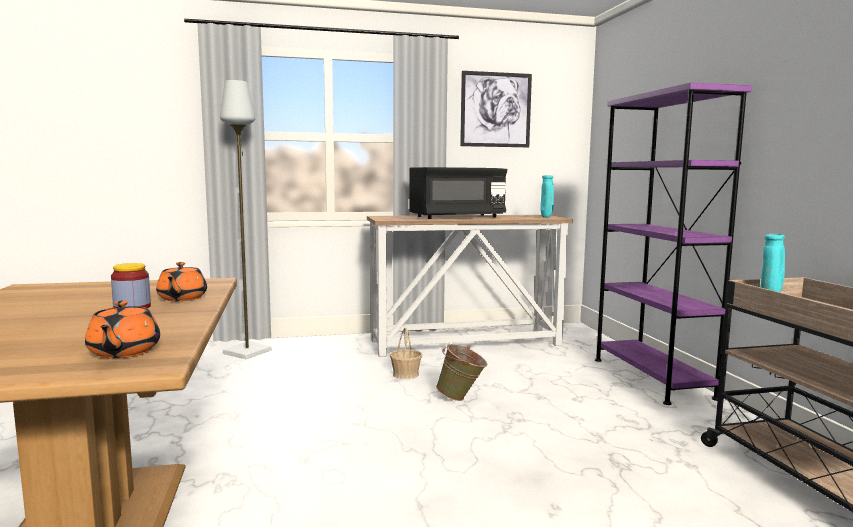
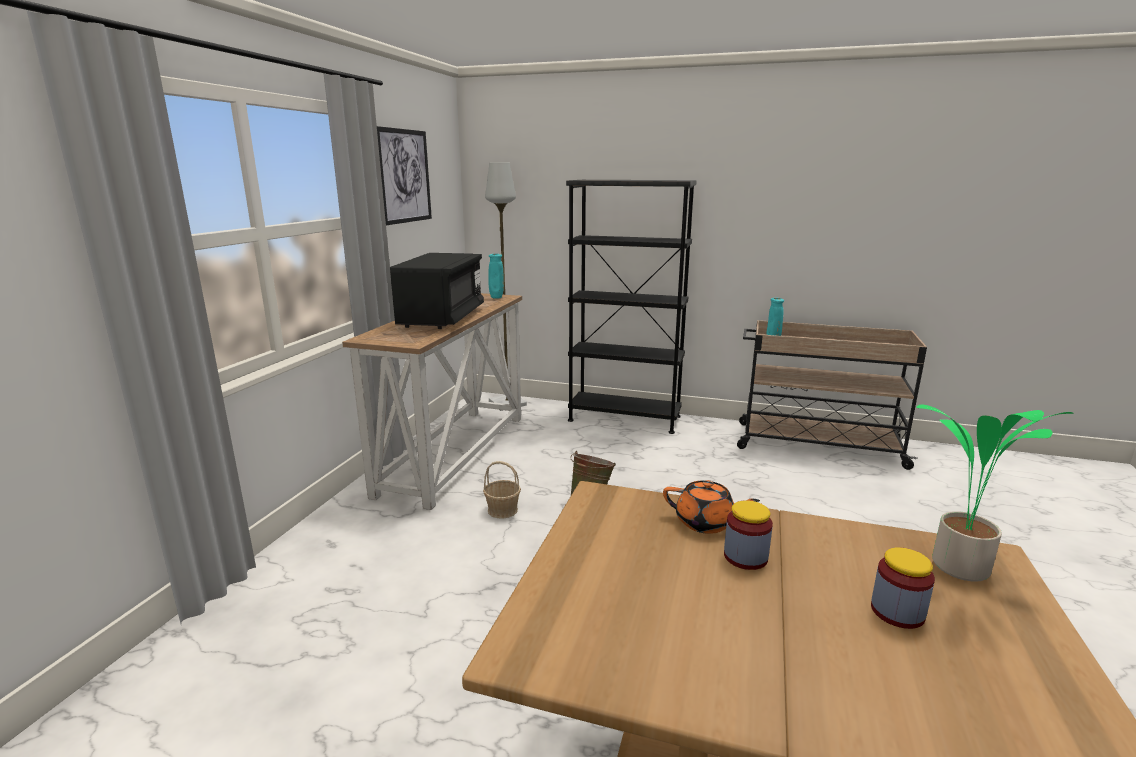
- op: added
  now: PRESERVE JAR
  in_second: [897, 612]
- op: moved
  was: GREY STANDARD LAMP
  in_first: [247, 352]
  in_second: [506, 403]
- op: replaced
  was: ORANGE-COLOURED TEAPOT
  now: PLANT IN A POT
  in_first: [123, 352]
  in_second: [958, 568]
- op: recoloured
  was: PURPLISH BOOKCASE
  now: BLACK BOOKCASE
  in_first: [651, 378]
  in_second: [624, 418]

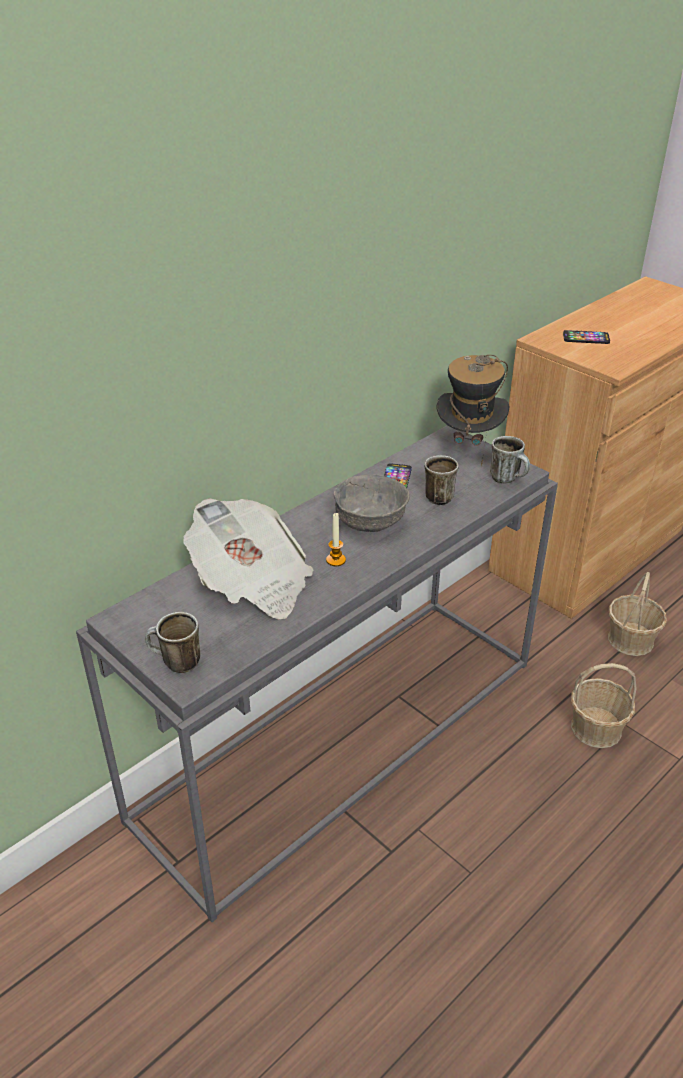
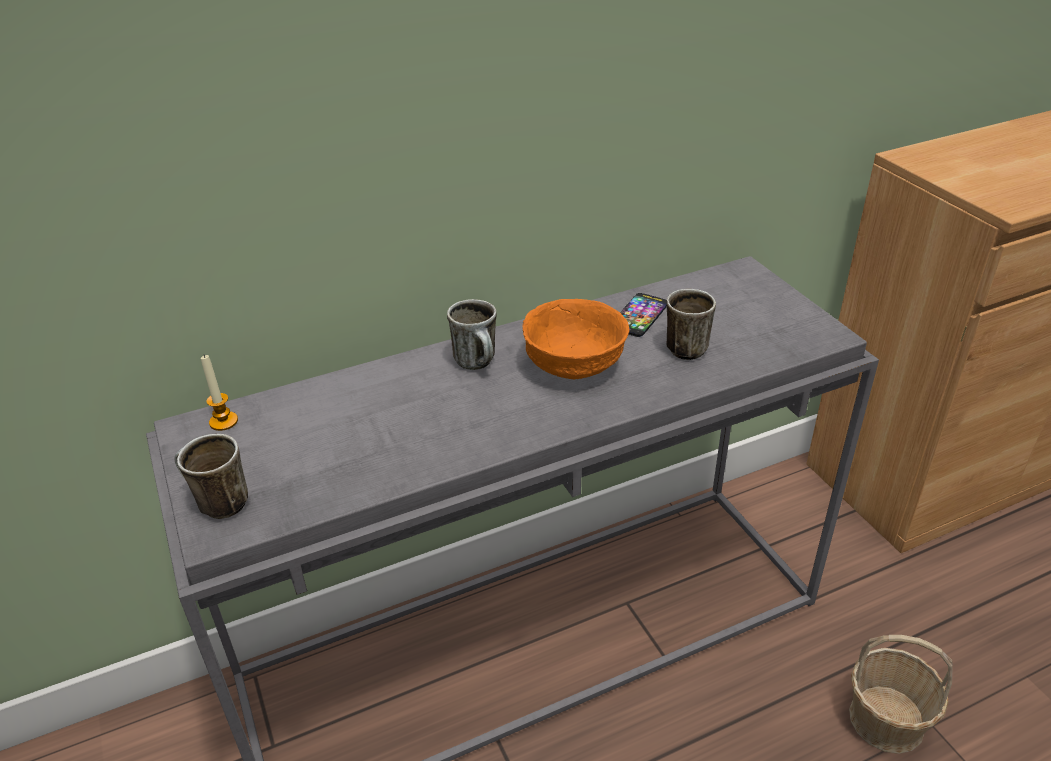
- op: removed
  was: DAILY PAPER
  in_first: [252, 583]
- op: removed
  was: WEARABLE HAT
  in_first: [468, 445]
- op: removed
  was: HANDSET
  in_first: [586, 338]
- op: removed
  was: BASKET
  in_first: [631, 639]
- op: moved
  was: CANDLE
  in_first: [336, 560]
  in_second: [223, 421]
- op: moved
  was: MUG
  in_first: [508, 479]
  in_second: [479, 364]
- op: recoloured
  was: GREY BOWL
  now: ORANGE-COLOURED BOWL
  in_first: [369, 523]
  in_second: [573, 367]

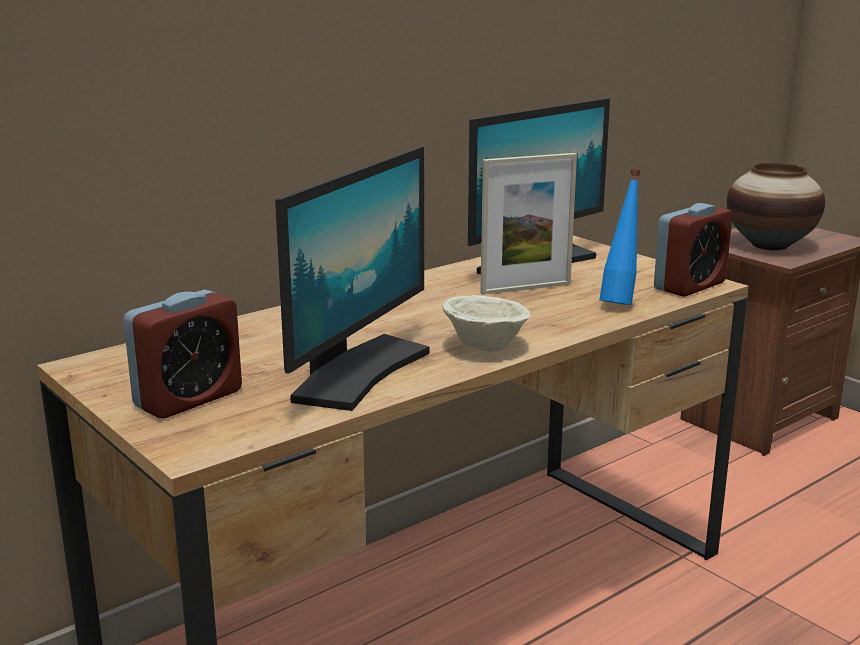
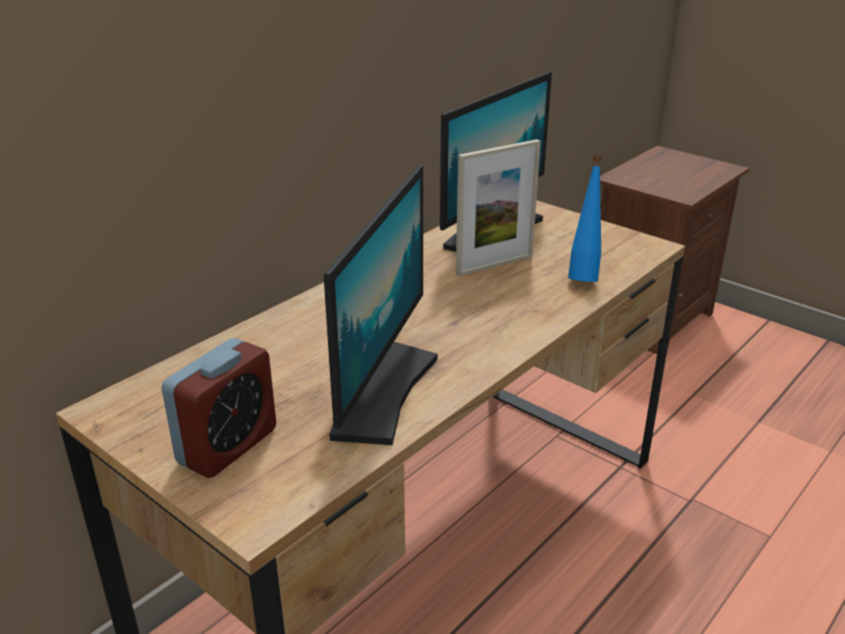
- op: removed
  was: BEIGE BOWL
  in_first: [484, 347]
- op: removed
  was: ALARM CLOCK
  in_first: [689, 286]
- op: removed
  was: FLOWER VASE
  in_first: [770, 245]

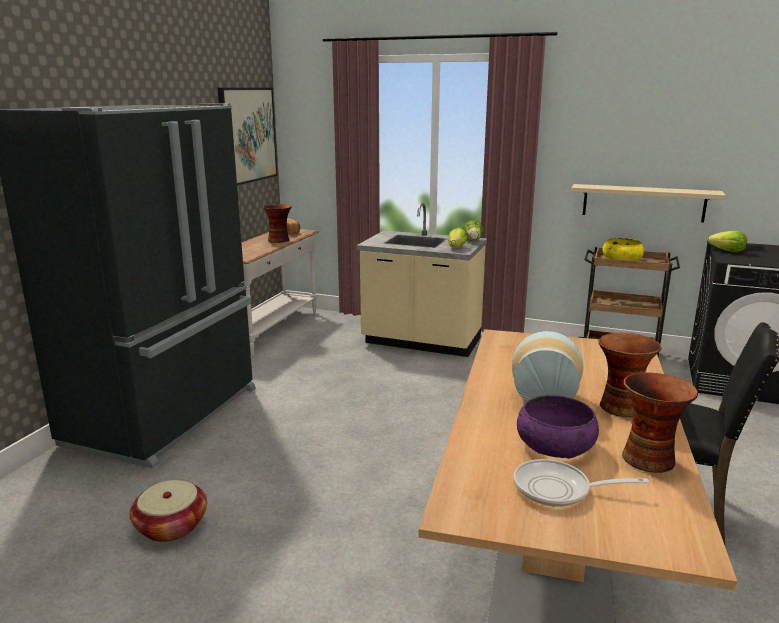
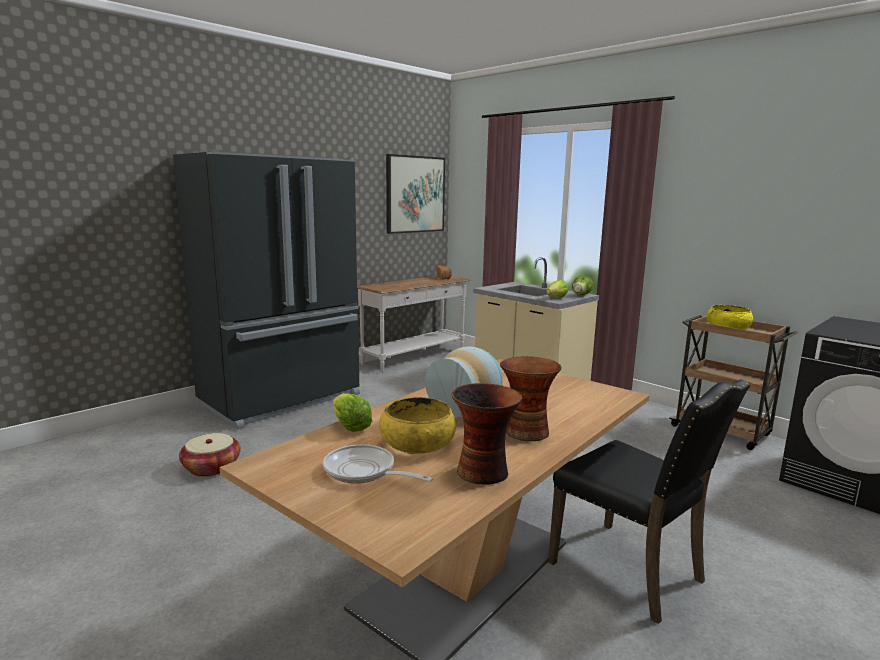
- op: removed
  was: FLOWER VASE
  in_first: [279, 240]
- op: removed
  was: BEIGE WALL SHELF
  in_first: [643, 202]
- op: moved
  was: HEAD OF LETTUCE
  in_first: [727, 251]
  in_second: [350, 427]
- op: recoloured
  was: PURPLISH BOWL
  now: YELLOW BOWL
  in_first: [555, 444]
  in_second: [417, 443]

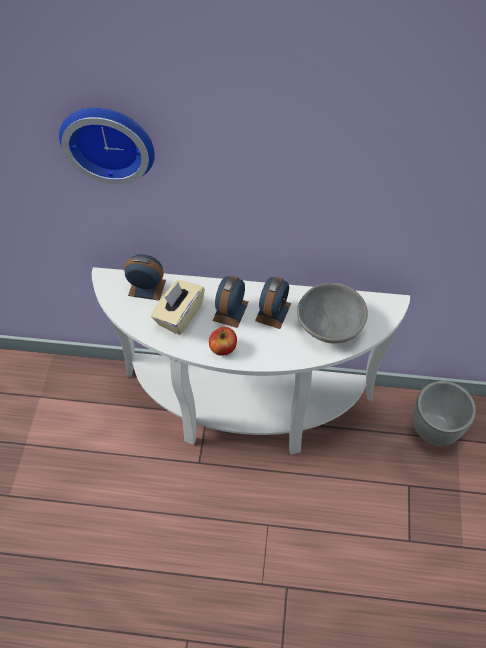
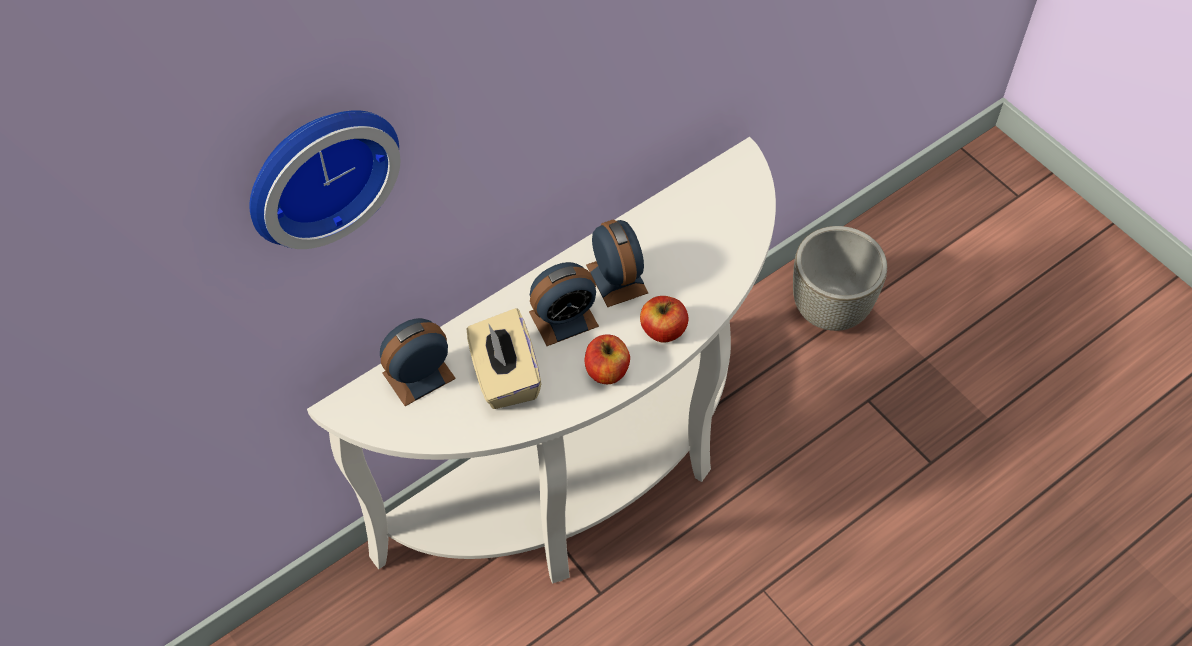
- op: removed
  was: GREY BOWL
  in_first: [329, 325]
- op: added
  now: APPLE FRUIT
  in_second: [663, 330]
- op: turned
  was: ALARM CLOCK
  in_first: [230, 311]
  in_second: [563, 319]
  clockwise: -90

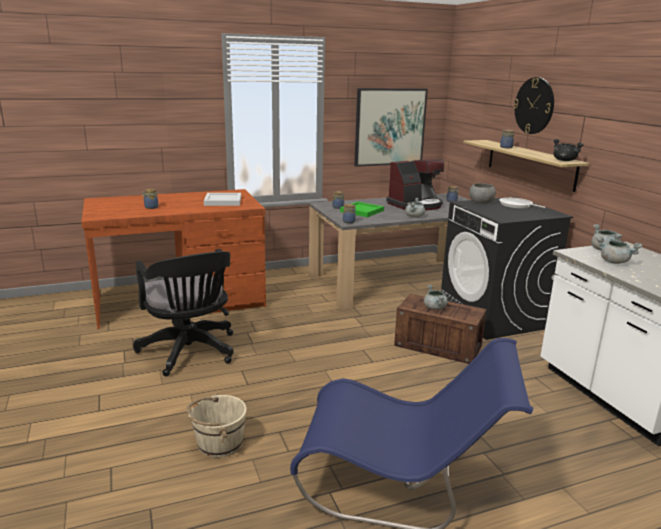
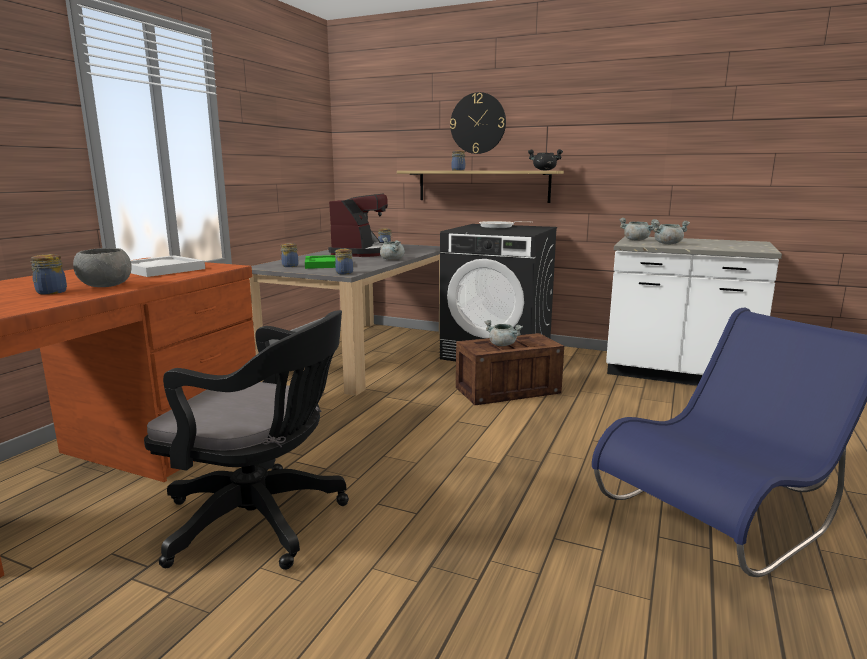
- op: removed
  was: BEIGE BUCKET
  in_first: [219, 443]
- op: removed
  was: WALL ART
  in_first: [389, 127]
- op: moved
  was: GREY BOWL
  in_first: [481, 202]
  in_second: [106, 285]

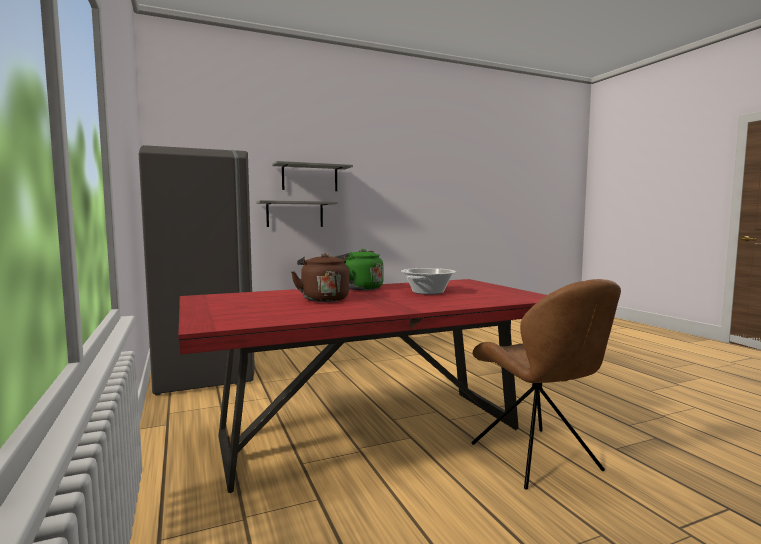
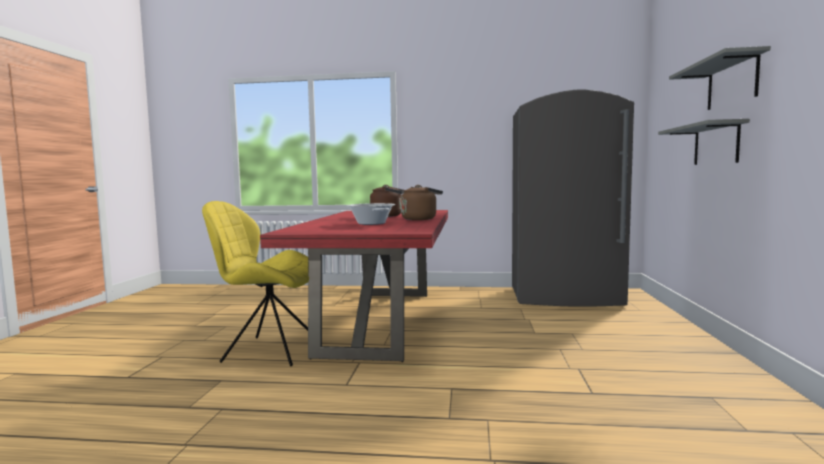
- op: recoloured
  was: GREENISH TEA KETTLE
  now: BROWN-COLOURED TEA KETTLE
  in_first: [359, 288]
  in_second: [420, 219]
- op: recoloured
  was: BROWN-COLOURED CHAIR
  now: YELLOW CHAIR
  in_first: [537, 459]
  in_second: [269, 350]

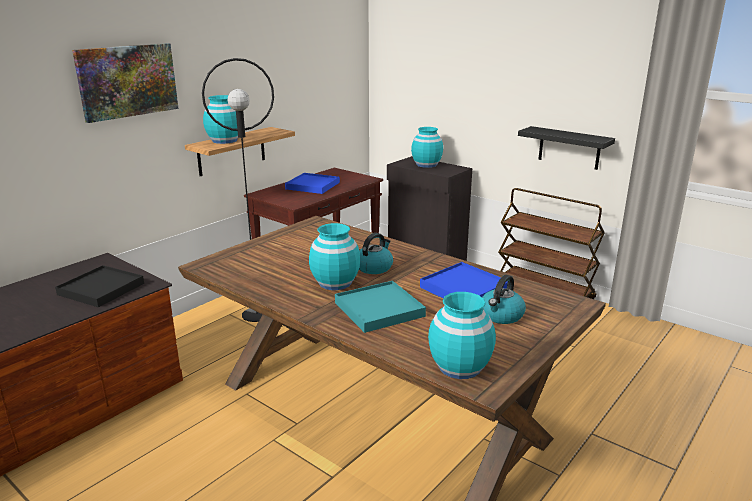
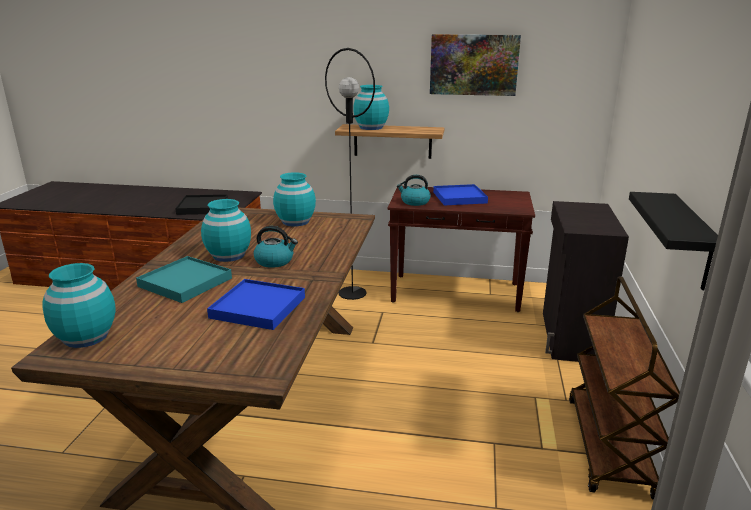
- op: moved
  was: WALL ART
  in_first: [127, 81]
  in_second: [473, 65]
- op: moved
  was: BLUE-GREEN FLOWER VASE
  in_first: [426, 164]
  in_second: [295, 221]
- op: moved
  was: TEA KETTLE
  in_first: [501, 316]
  in_second: [414, 202]

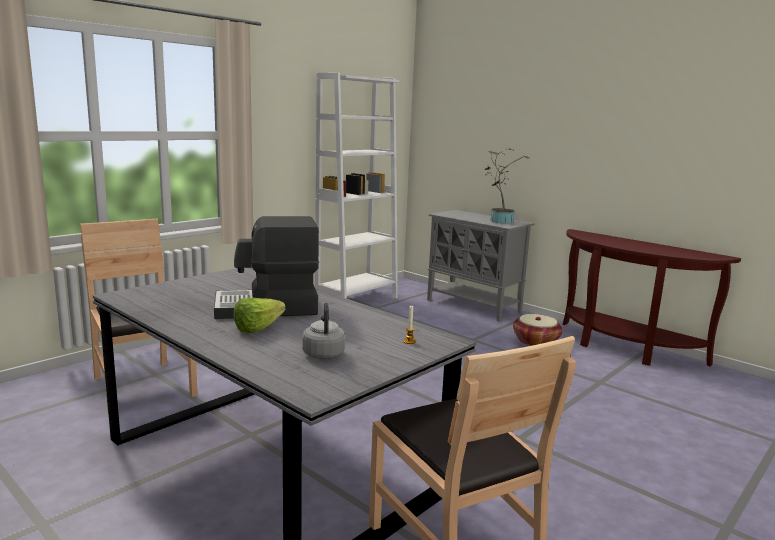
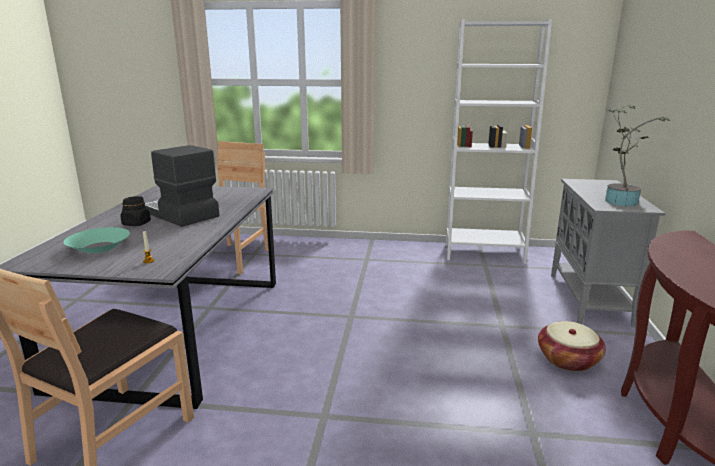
- op: replaced
  was: HEAD OF LETTUCE
  now: BLACK PRESERVE JAR
  in_first: [262, 328]
  in_second: [136, 223]
- op: replaced
  was: GREY TEA KETTLE
  now: BLUE-GREEN BOWL
  in_first: [323, 353]
  in_second: [99, 247]

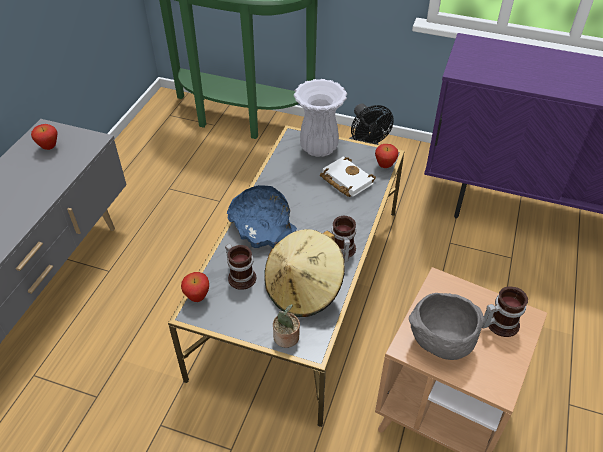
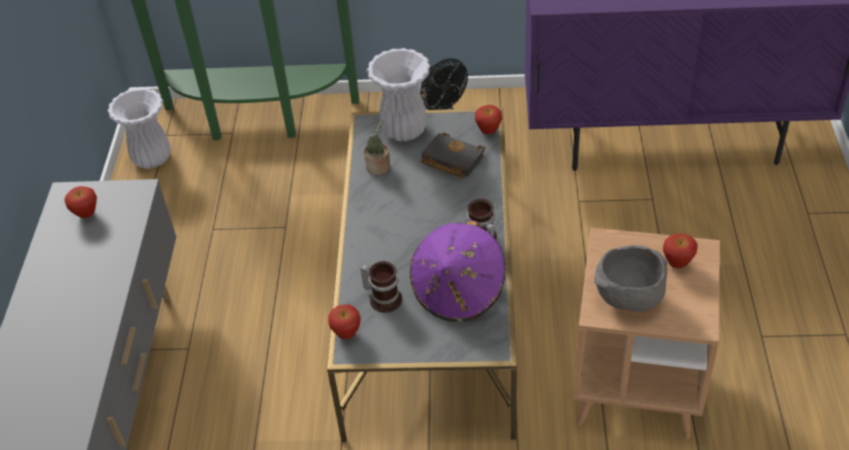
- op: removed
  was: BLUE-COLOURED BOWL
  in_first: [262, 226]
- op: added
  now: WHITE-COLOURED FLOWER VASE
  in_second: [153, 159]
- op: moved
  was: PLANT IN A POT
  in_first: [287, 338]
  in_second: [379, 168]
- op: replaced
  was: MUG
  now: APPLE FRUIT
  in_first: [498, 323]
  in_second: [677, 264]
- op: recoloured
  was: BEIGE WEARABLE HAT
  now: PURPLISH WEARABLE HAT
  in_first: [304, 289]
  in_second: [459, 291]
- op: recoloured
  was: WHITE-COLOURED BOUND BOOK
  now: BLACK BOUND BOOK
  in_first: [345, 180]
  in_second: [450, 160]

